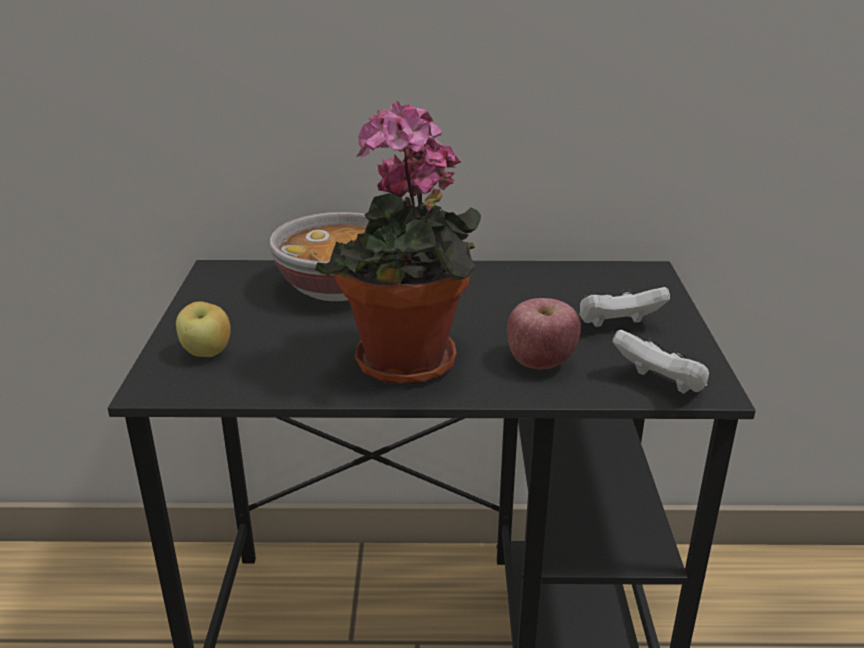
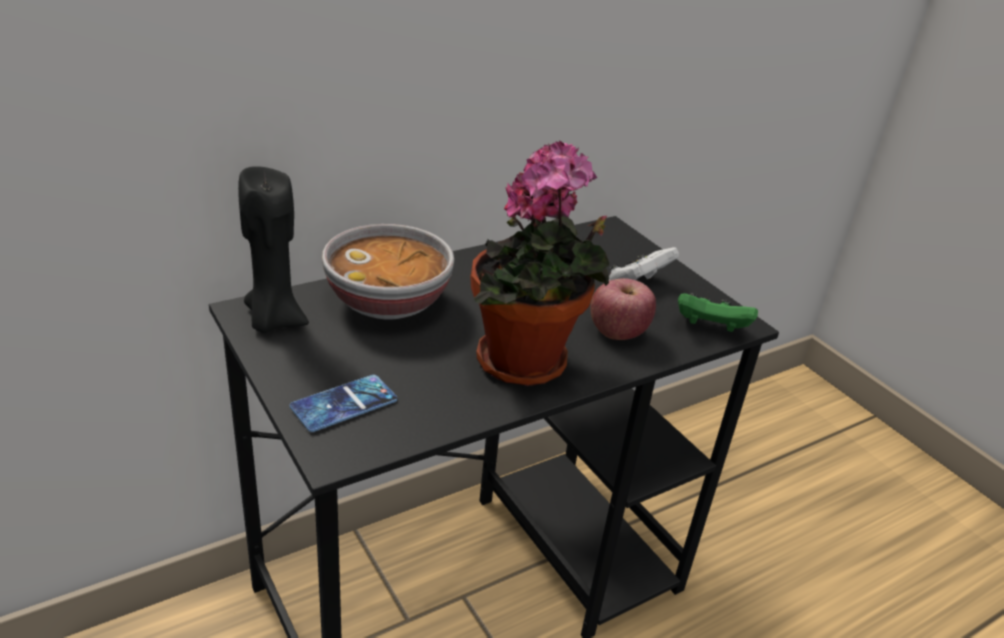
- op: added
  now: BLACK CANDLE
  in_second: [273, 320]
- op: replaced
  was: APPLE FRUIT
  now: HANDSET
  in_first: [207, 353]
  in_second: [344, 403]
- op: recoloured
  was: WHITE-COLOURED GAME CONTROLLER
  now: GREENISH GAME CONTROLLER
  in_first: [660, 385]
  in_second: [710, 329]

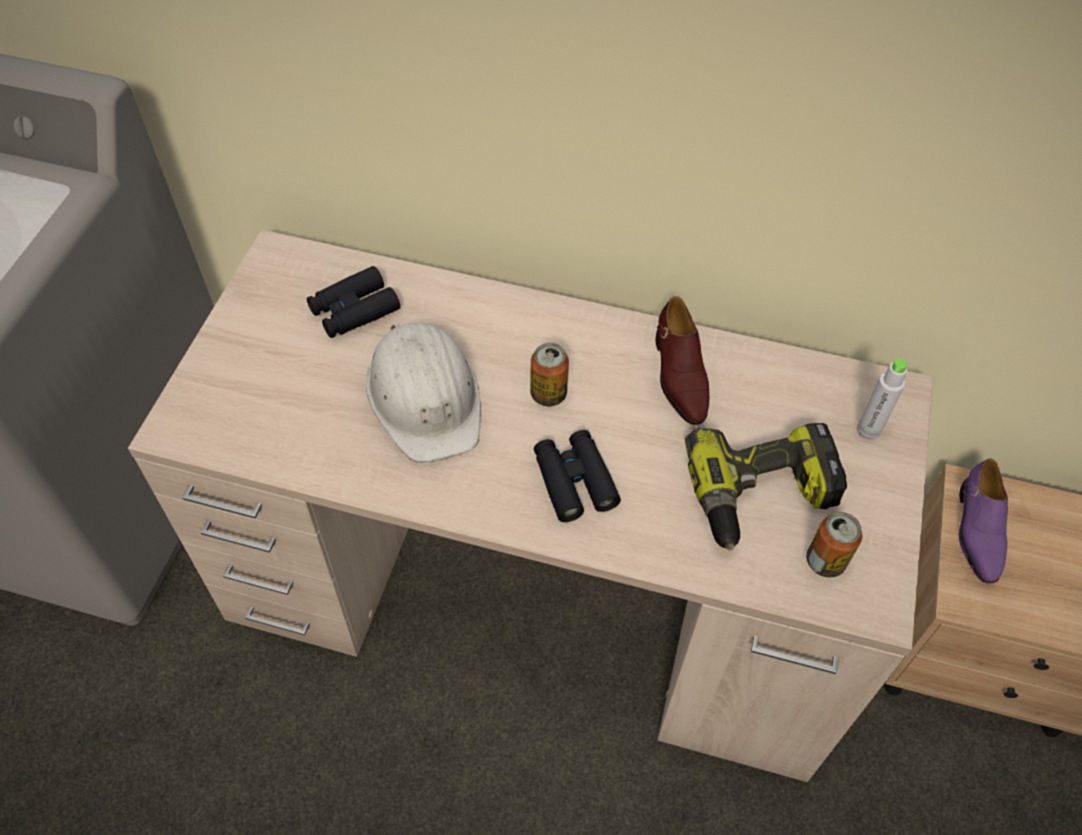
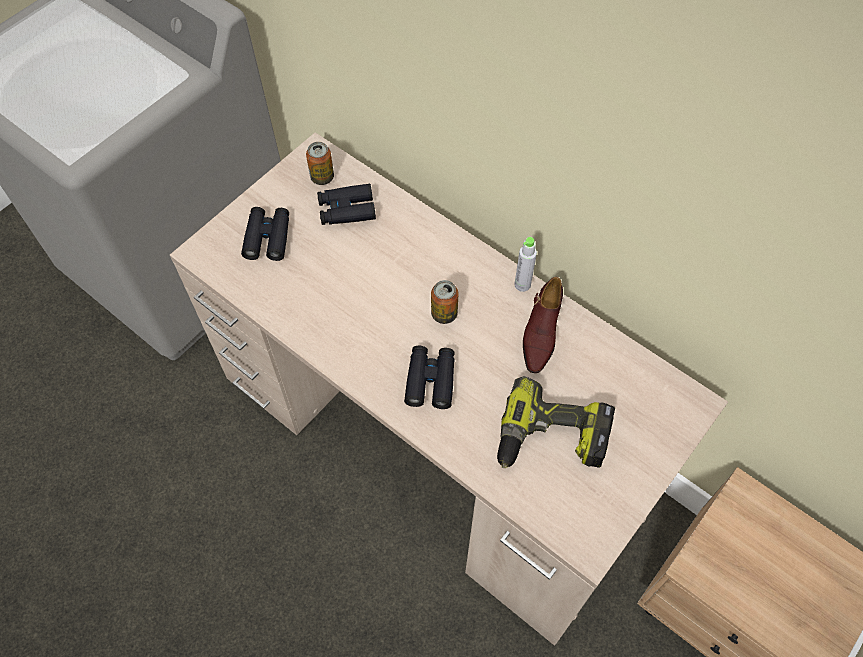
- op: removed
  was: WHITE-COLOURED SAFETY HELMET
  in_first: [426, 397]
- op: removed
  was: PURPLISH SHOE
  in_first: [977, 531]
- op: added
  now: BLACK PAIR OF BINOCULARS
  in_second: [268, 238]
- op: moved
  was: CAN
  in_first: [825, 561]
  in_second: [322, 177]
- op: moved
  was: GREY BEVERAGE BOTTLE
  in_first: [868, 430]
  in_second: [522, 284]

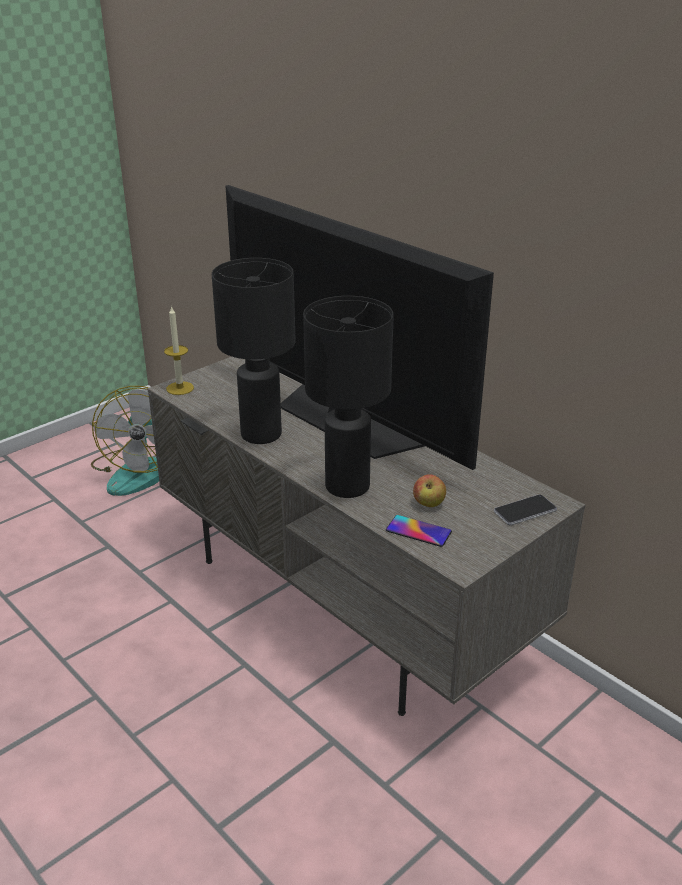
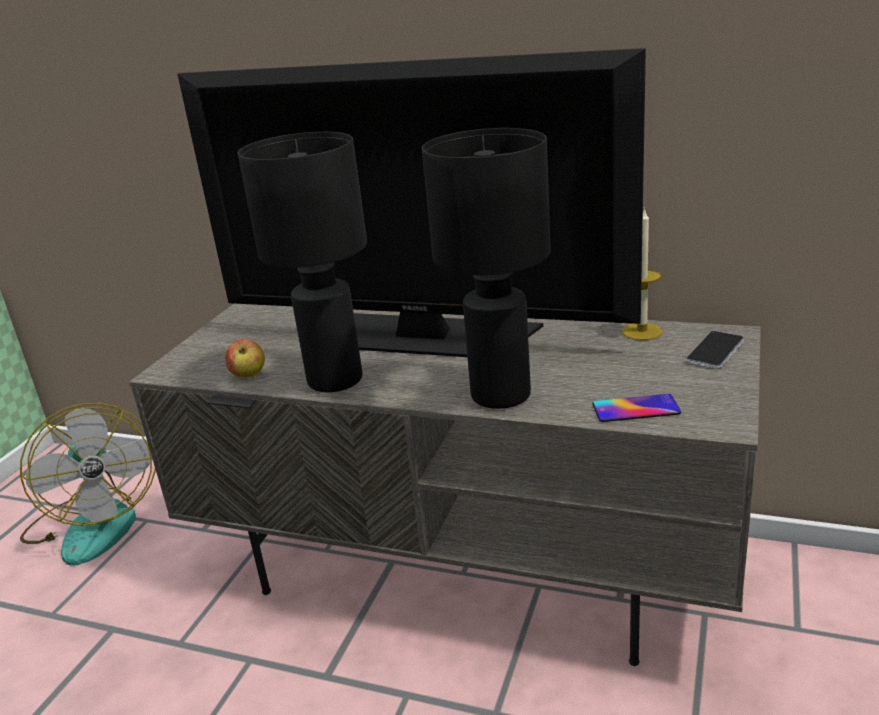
- op: moved
  was: CANDLE
  in_first: [180, 388]
  in_second: [642, 331]
- op: moved
  was: APPLE FRUIT
  in_first: [428, 504]
  in_second: [248, 375]

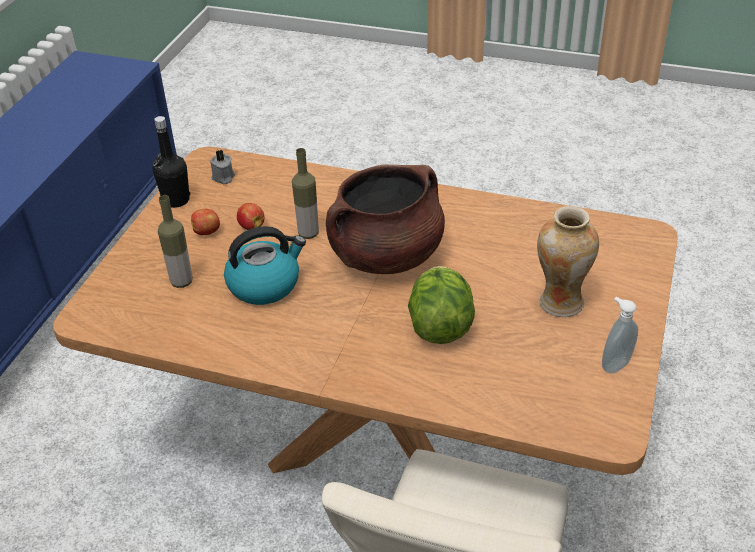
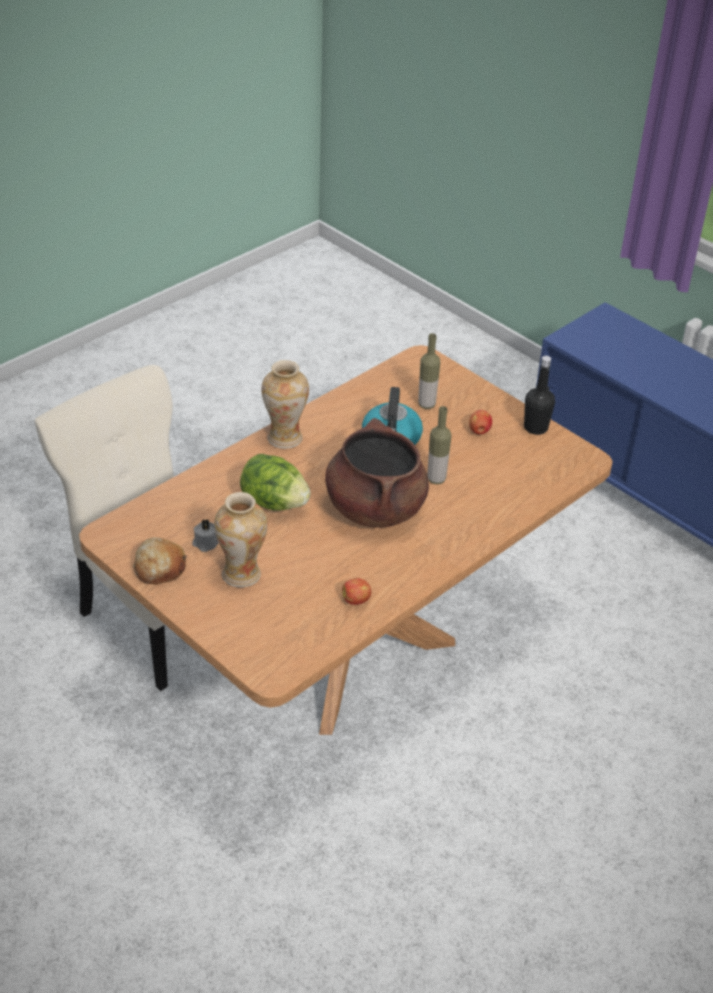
- op: added
  now: FLOWER VASE
  in_second: [285, 438]
- op: moved
  was: GREY CANDLE
  in_first: [223, 177]
  in_second: [205, 543]
- op: moved
  was: APPLE FRUIT
  in_first: [251, 226]
  in_second: [356, 600]
- op: replaced
  was: LIQUID SOAP BOTTLE
  now: BREAD
  in_first: [614, 364]
  in_second: [159, 568]

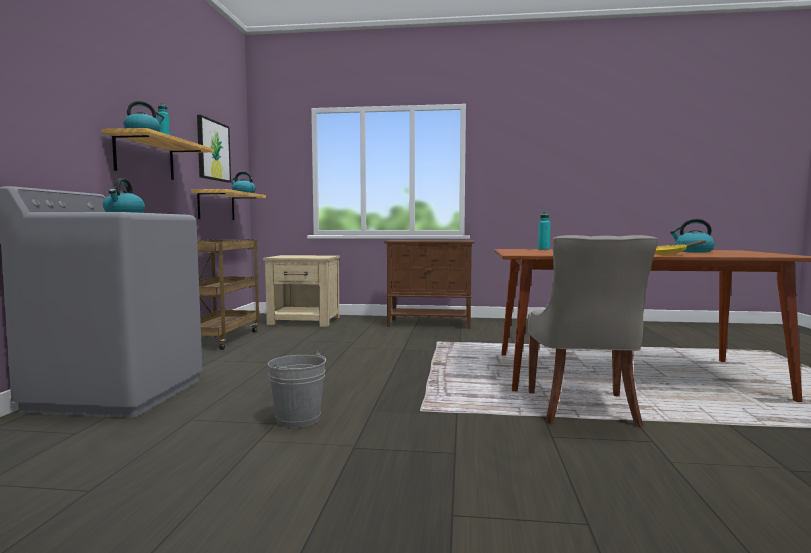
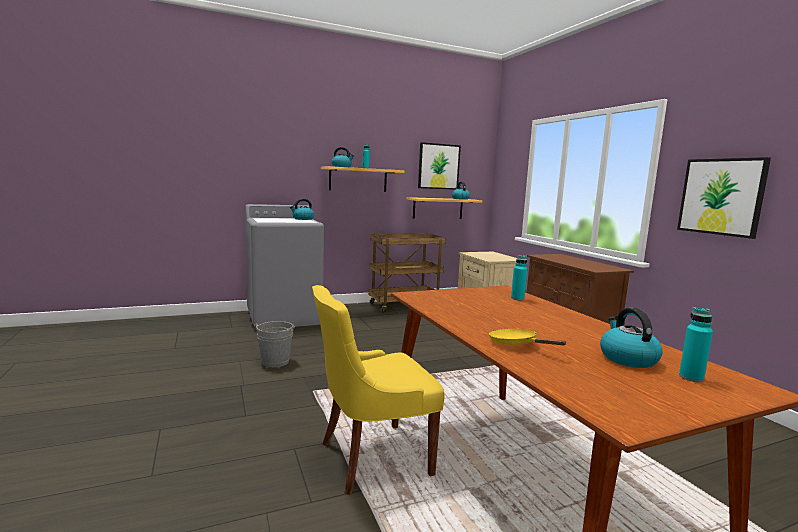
- op: added
  now: WALL ART
  in_second: [721, 196]
- op: added
  now: BLUE-GREEN BEVERAGE BOTTLE
  in_second: [691, 378]
- op: recoloured
  was: GREY CHAIR
  now: YELLOW CHAIR
  in_first: [583, 409]
  in_second: [372, 458]

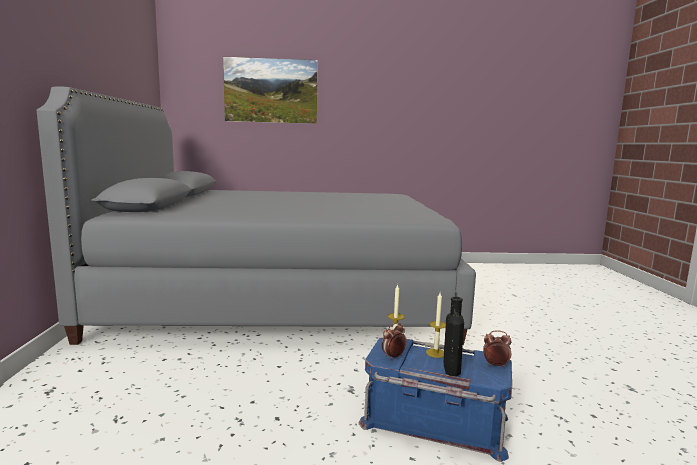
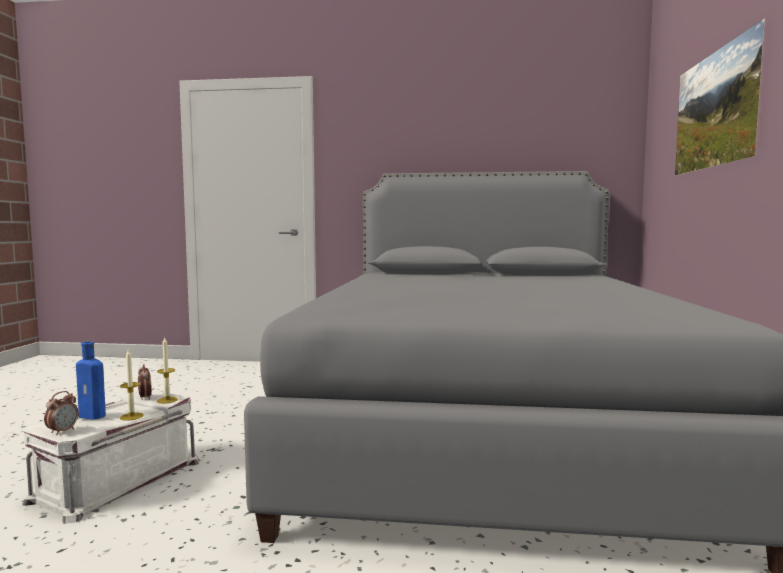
- op: recoloured
  was: BLUE-COLOURED STORAGE CONTAINER
  now: WHITE-COLOURED STORAGE CONTAINER
  in_first: [433, 422]
  in_second: [117, 479]
- op: recoloured
  was: BLACK BEVERAGE BOTTLE
  now: BLUE-COLOURED BEVERAGE BOTTLE
  in_first: [451, 368]
  in_second: [94, 416]

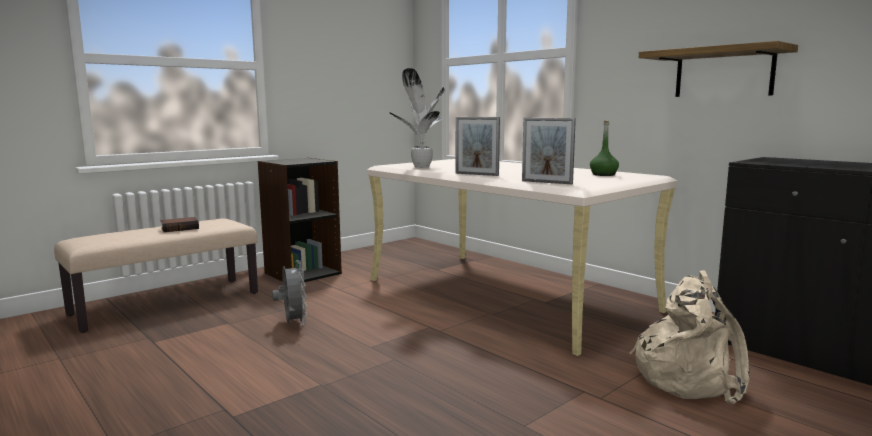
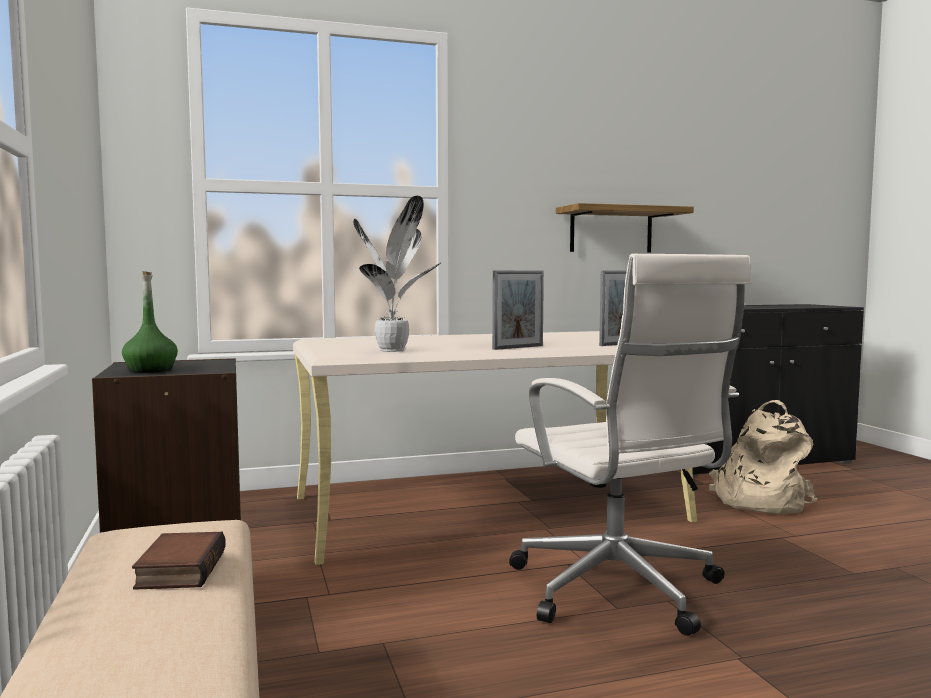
- op: removed
  was: GREY COOLING FAN
  in_first: [293, 324]
- op: added
  now: WHITE-COLOURED OFFICE CHAIR
  in_second: [618, 591]
- op: moved
  was: GREENISH BEVERAGE BOTTLE
  in_first: [603, 174]
  in_second: [151, 370]

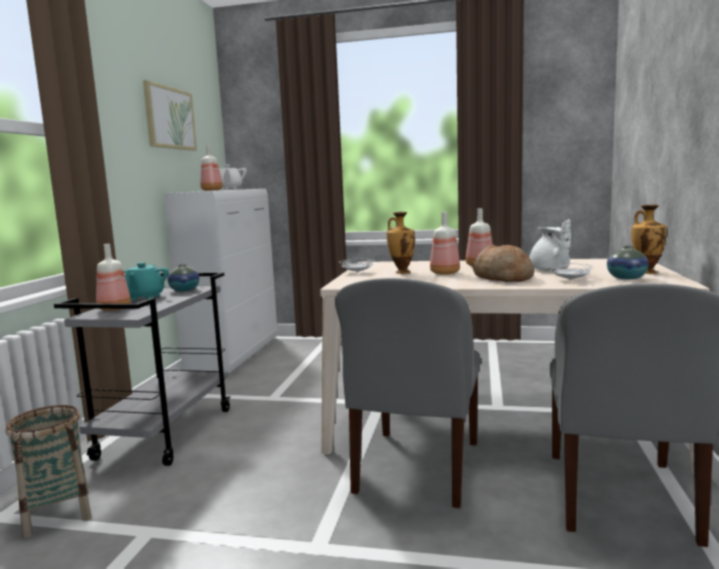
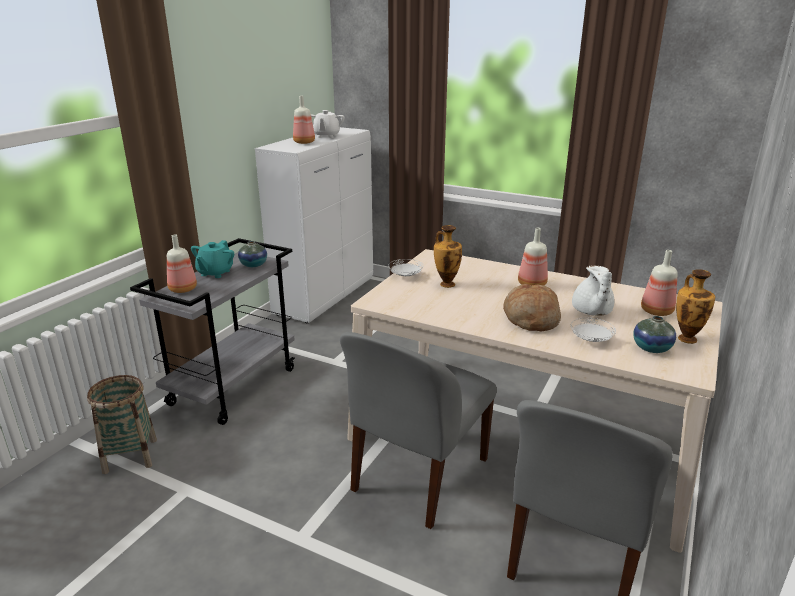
- op: removed
  was: WALL ART
  in_first: [169, 118]
- op: moved
  was: BEVERAGE BOTTLE
  in_first: [444, 273]
  in_second: [655, 311]

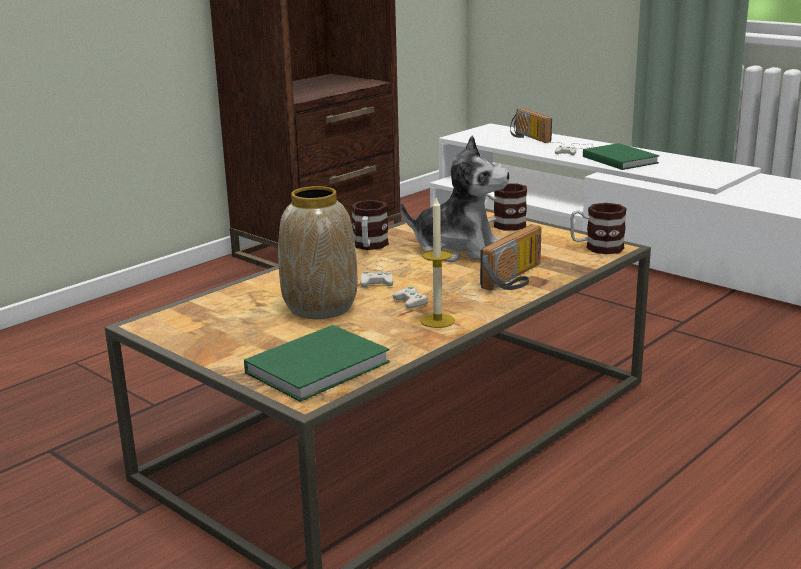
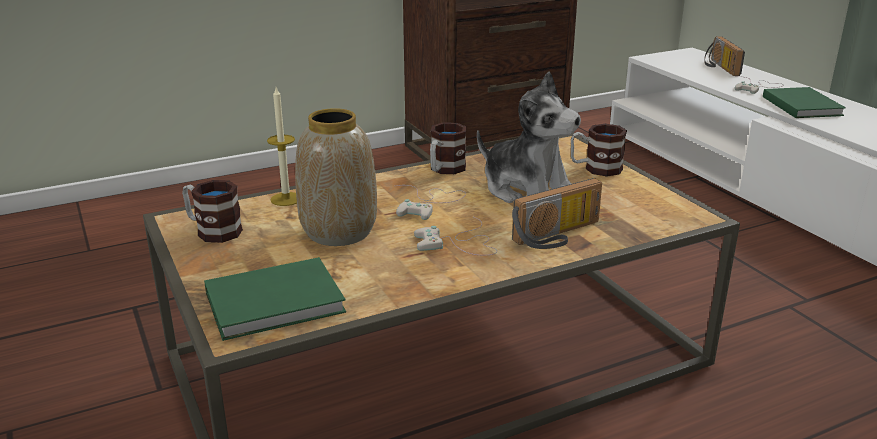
- op: moved
  was: CANDLE
  in_first: [437, 320]
  in_second: [286, 199]
- op: moved
  was: MUG
  in_first: [596, 247]
  in_second: [212, 230]

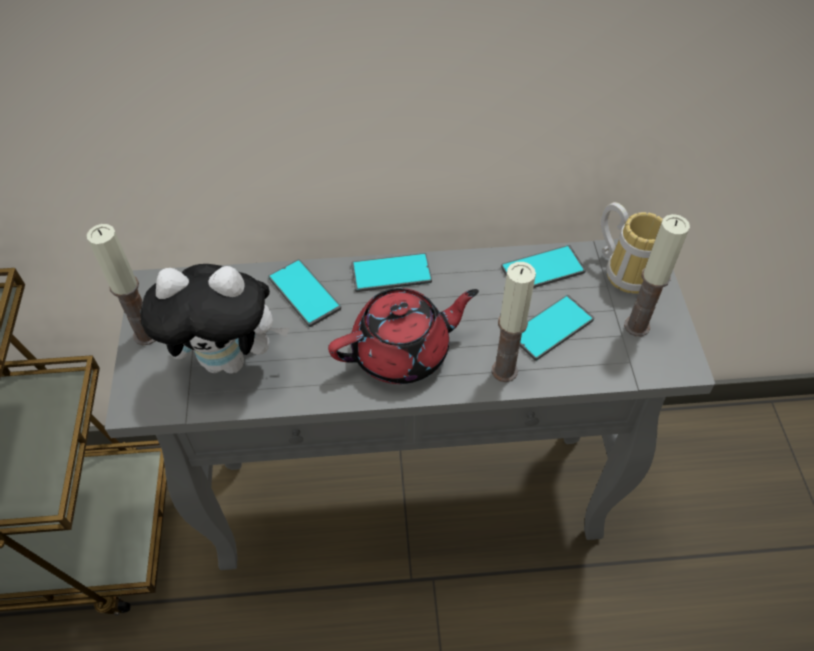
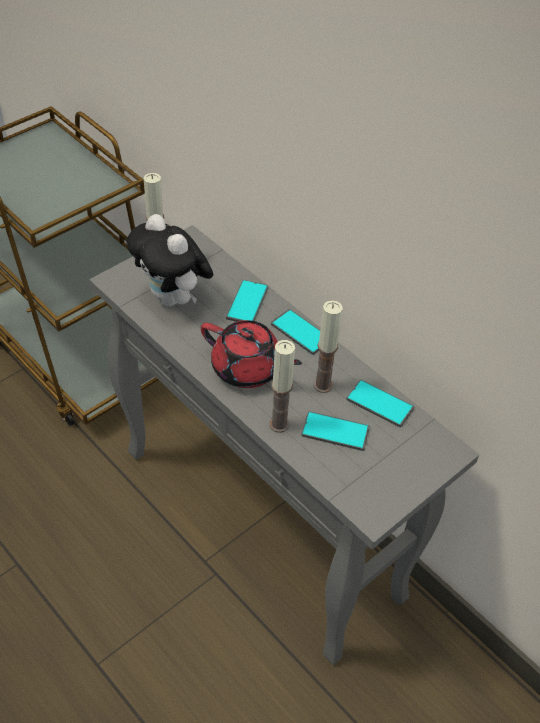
- op: removed
  was: MUG
  in_first: [626, 269]
- op: moved
  was: CANDLE
  in_first: [636, 326]
  in_second: [322, 385]

